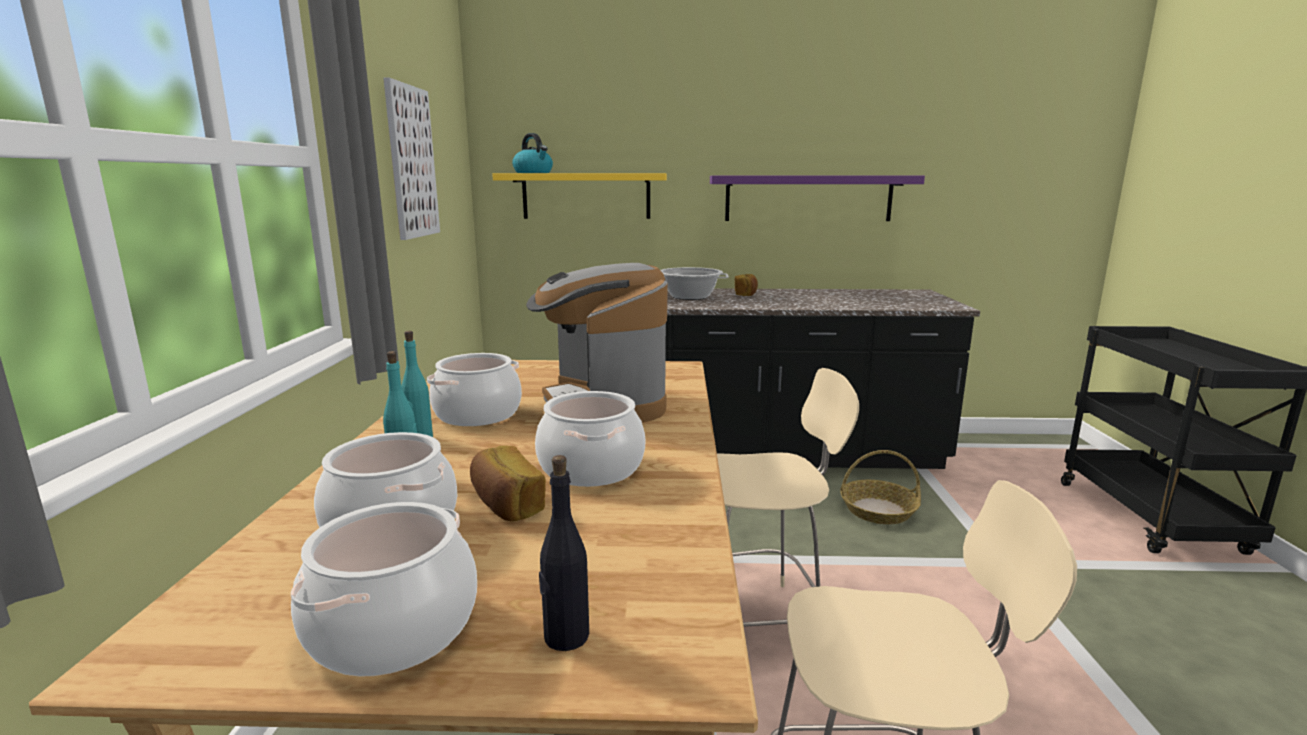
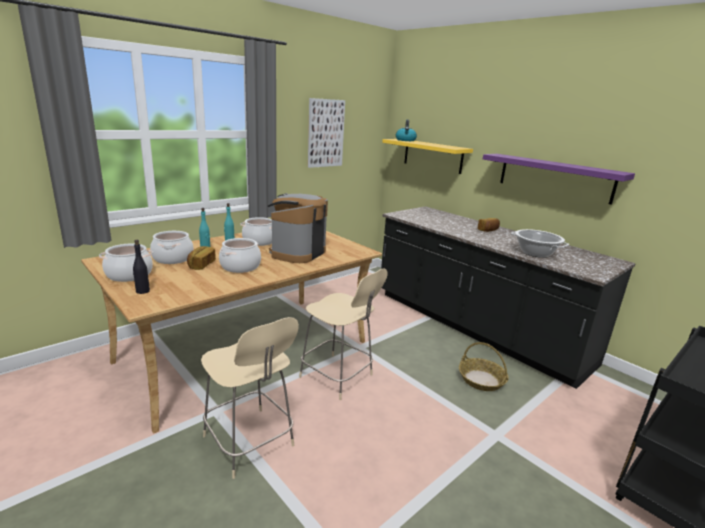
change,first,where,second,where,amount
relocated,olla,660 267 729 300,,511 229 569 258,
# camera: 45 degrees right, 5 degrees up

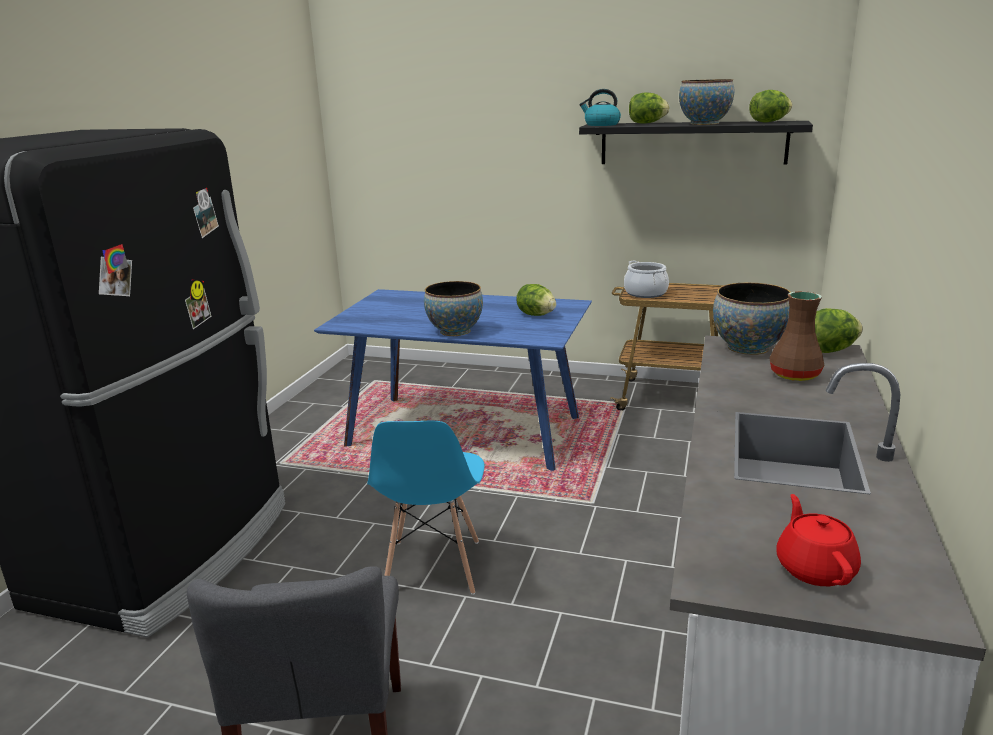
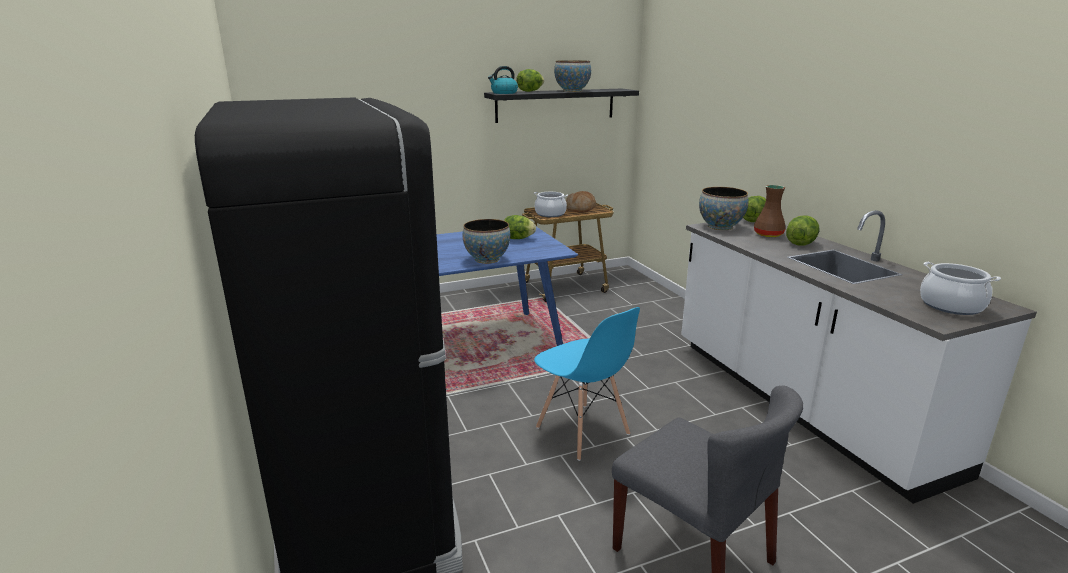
change,first,where,second,where,amount
appeared,,,pan,566 191 596 213,
relocated,lechuga,749 90 792 123,,786 215 819 245,
exchanged,tetera [rojo],777 494 861 586,olla,920 262 1001 315,
# camera: 40 degrees left, 0 degrees up

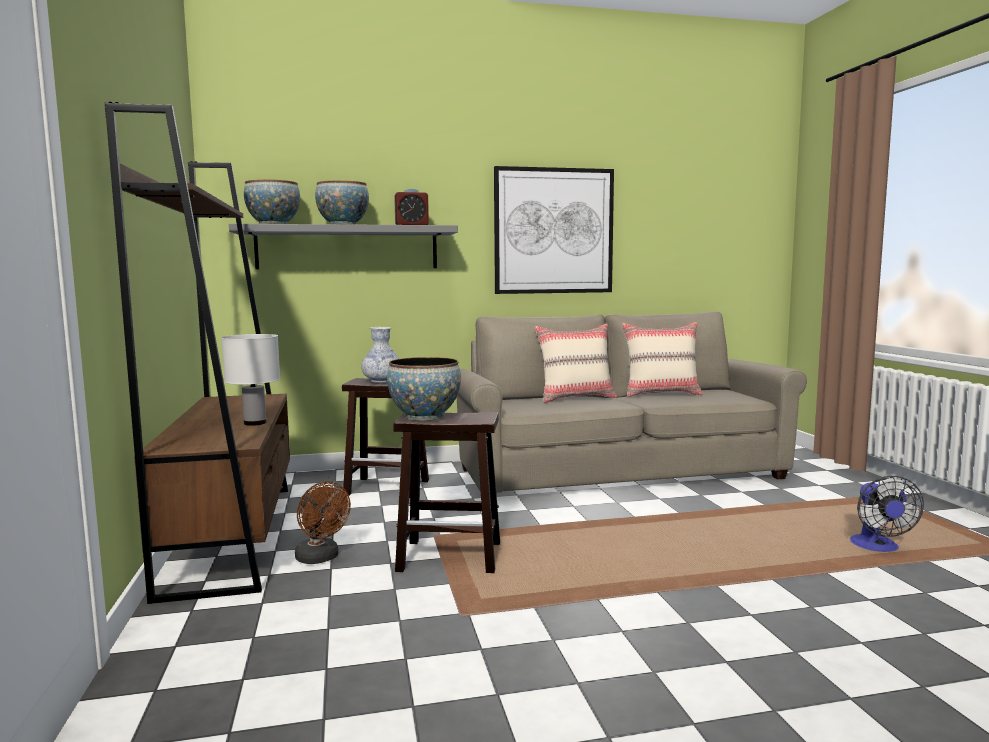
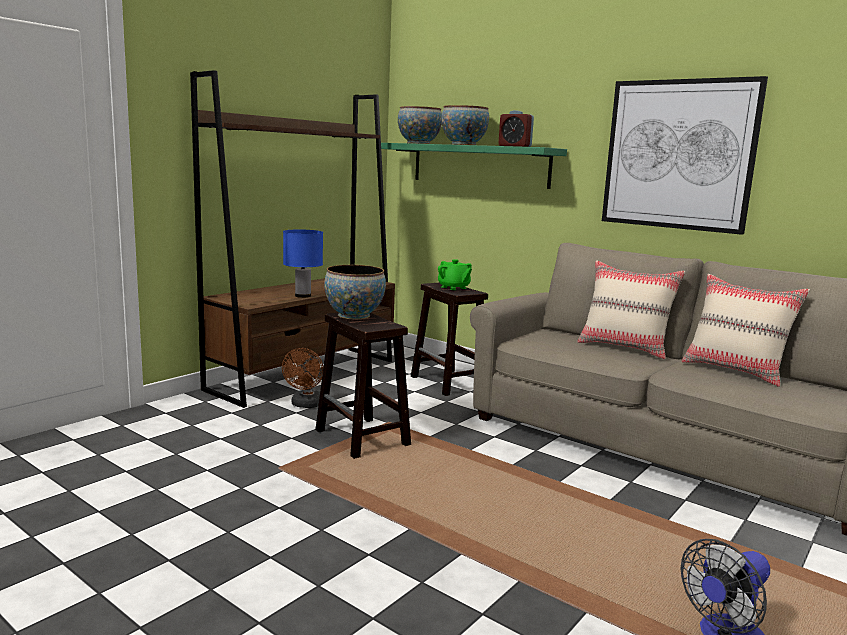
change,first,where,second,where,amount
exchanged,florero,361 327 400 383,tetera [verde],438 259 472 290,
colour,lámpara de mesa [blanco],221 334 280 426,lámpara de mesa [azul],283 229 323 298,
colour,estante [gris],229 224 458 269,estante [verde],381 143 567 189,
# camera: 50 degrees right, 5 degrees up

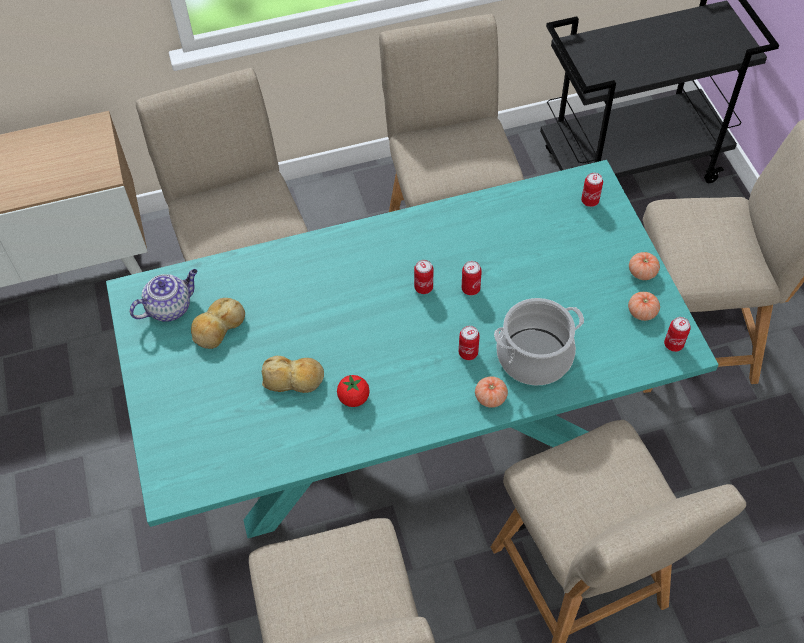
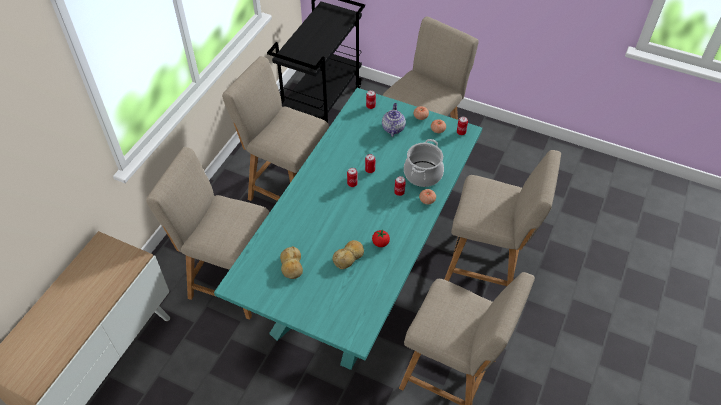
change,first,where,second,where,amount
relocated,tetera,130 269 198 322,,382 103 406 137,
# camera: 50 degrees left, 5 degrees down

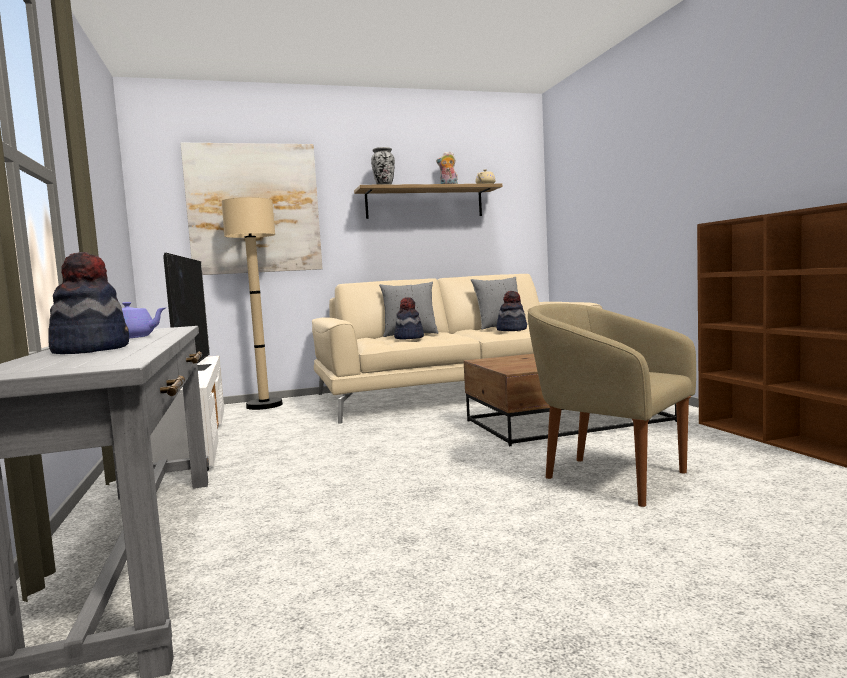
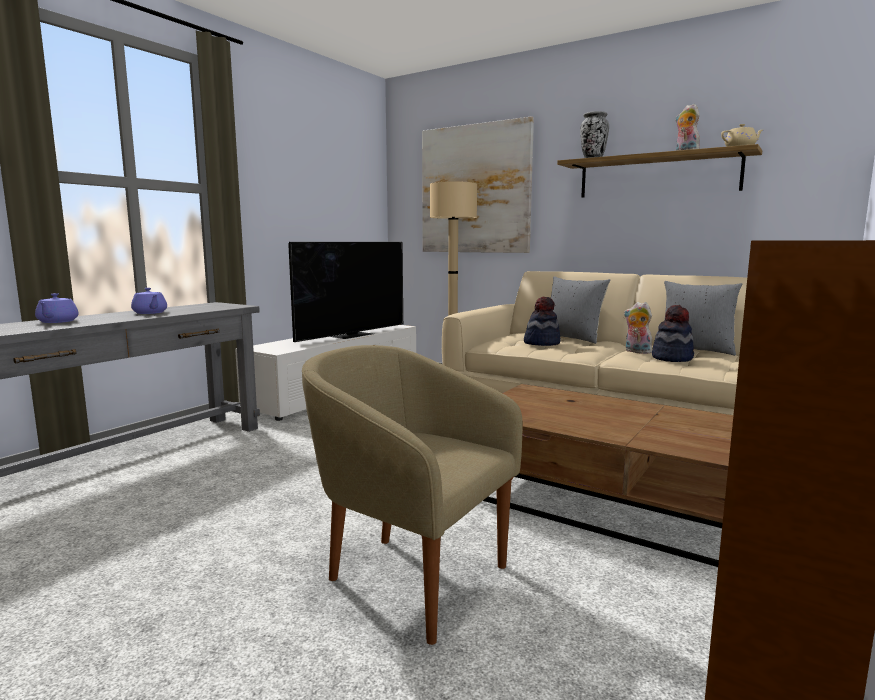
change,first,where,second,where,amount
appeared,,,peluche,624 302 652 354,
exchanged,sombrero,48 252 129 354,tetera [morado],35 293 79 323,
spun,sillón [beis],528 303 696 507,,302 345 523 645,60 degrees counterclockwise
# camera: 50 degrees right, 5 degrees up

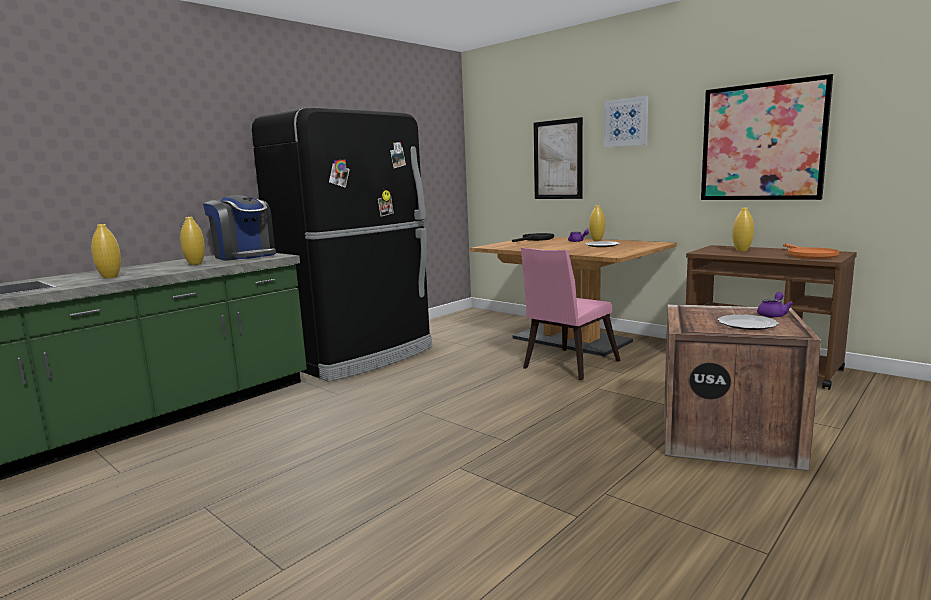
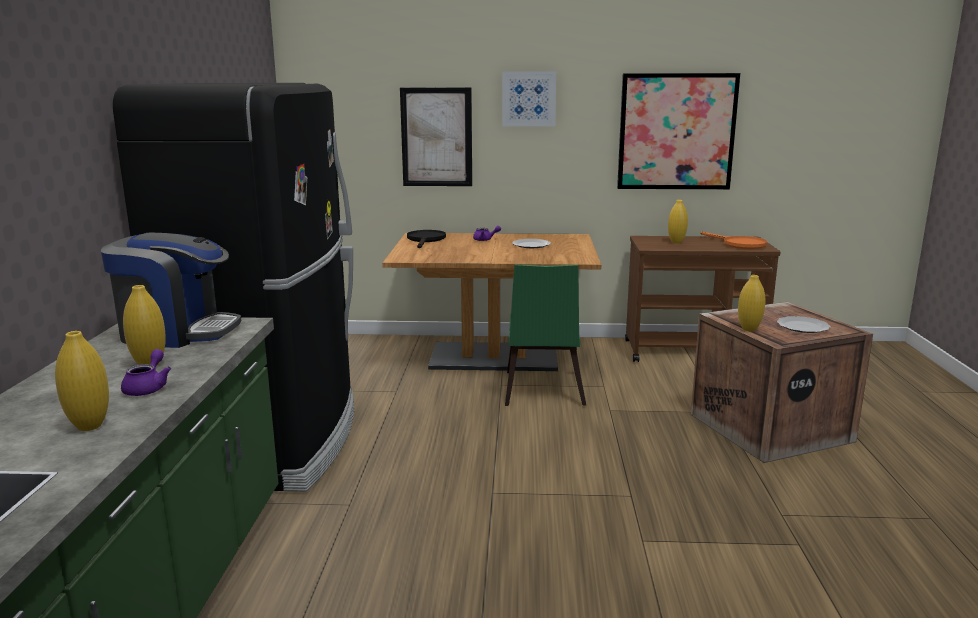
change,first,where,second,where,amount
relocated,florero [amarillo],589 205 605 241,,738 275 766 331,
relocated,tetera [morado],757 292 794 317,,121 349 171 396,
colour,silla [rosa],521 248 621 380,silla [verde],505 264 586 406,
# camera: 40 degrees left, 5 degrees up

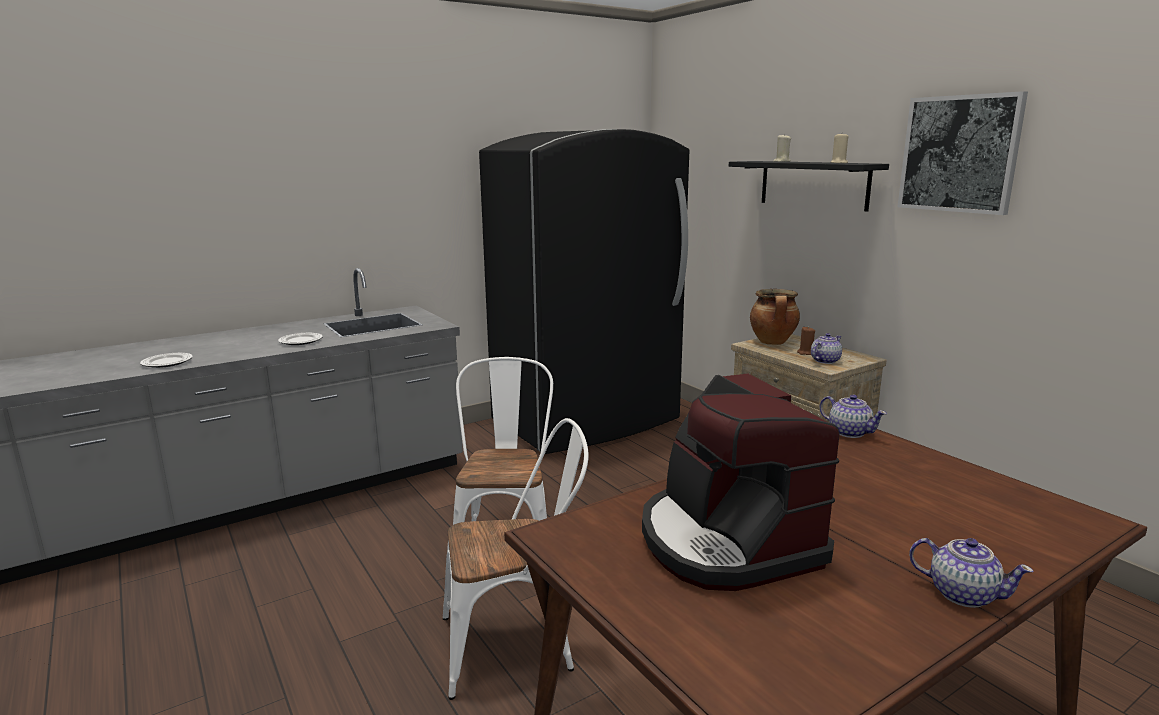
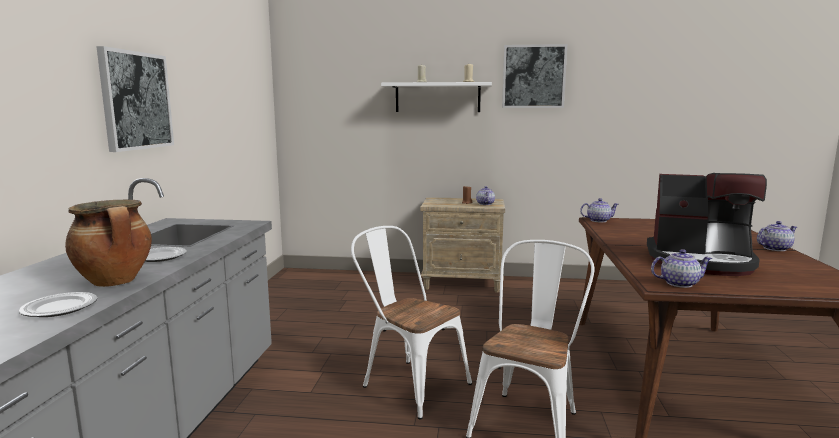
change,first,where,second,where,amount
missing,nevera [negro],479 129 689 454,,,
appeared,,,cuadro,96 46 174 152,
appeared,,,tetera,651 249 712 288,
relocated,olla,750 289 800 345,,65 200 152 287,
colour,estante [negro],729 161 889 212,estante [blanco],381 82 492 112,
# camera: 50 degrees left, 5 degrees down

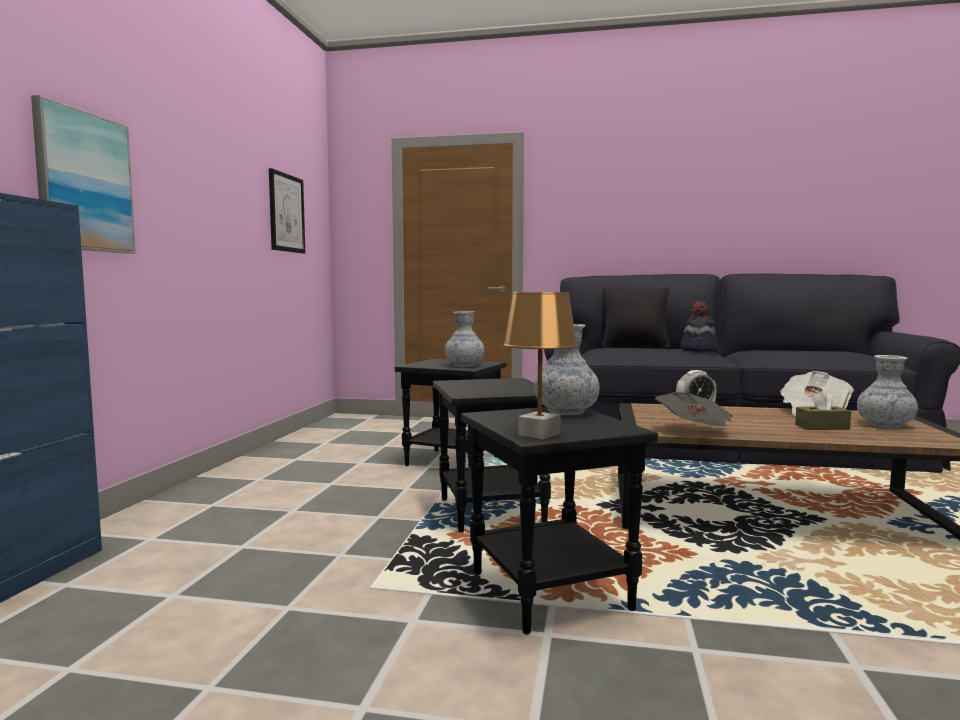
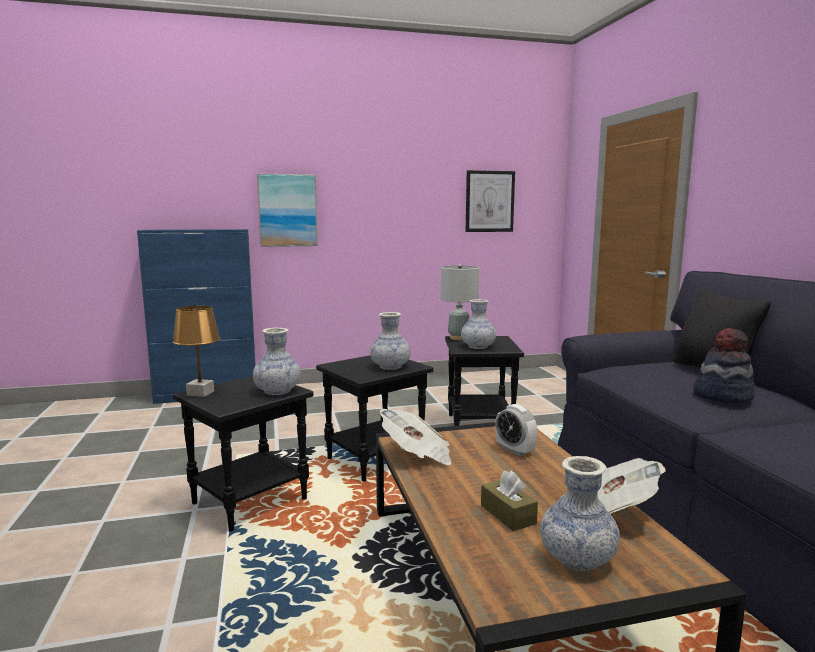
change,first,where,second,where,amount
appeared,,,florero,370 312 410 370,
appeared,,,lámpara de mesa [gris],441 264 479 340,
# camera: 65 degrees right, 5 degrees up

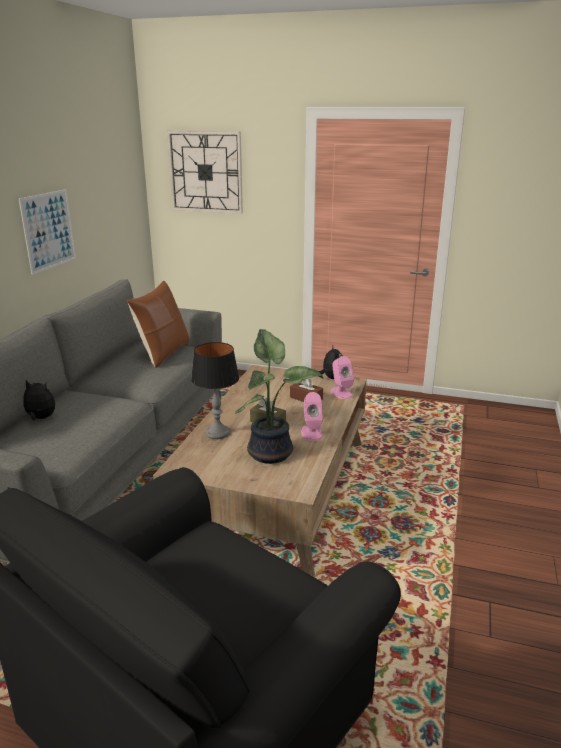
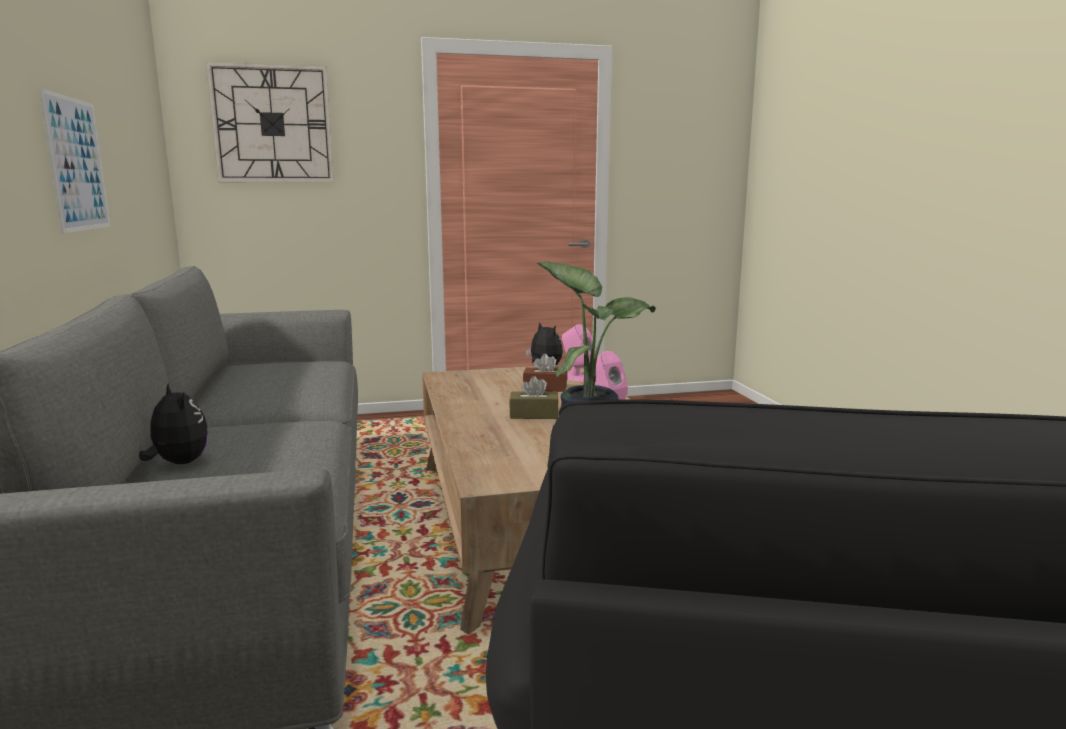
change,first,where,second,where,amount
missing,cojín [marrón],127 280 189 368,,,
missing,lámpara de mesa,191 342 239 439,,,
spun,peluche,23 380 55 420,,139 383 209 464,60 degrees clockwise
# camera: 30 degrees left, 10 degrees down

